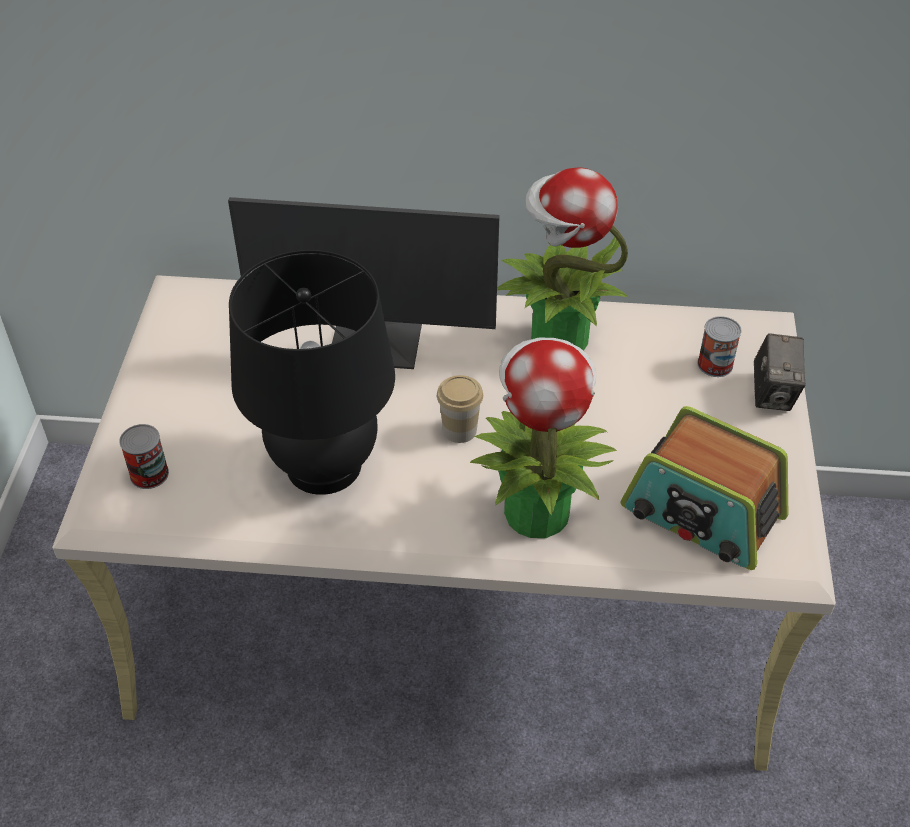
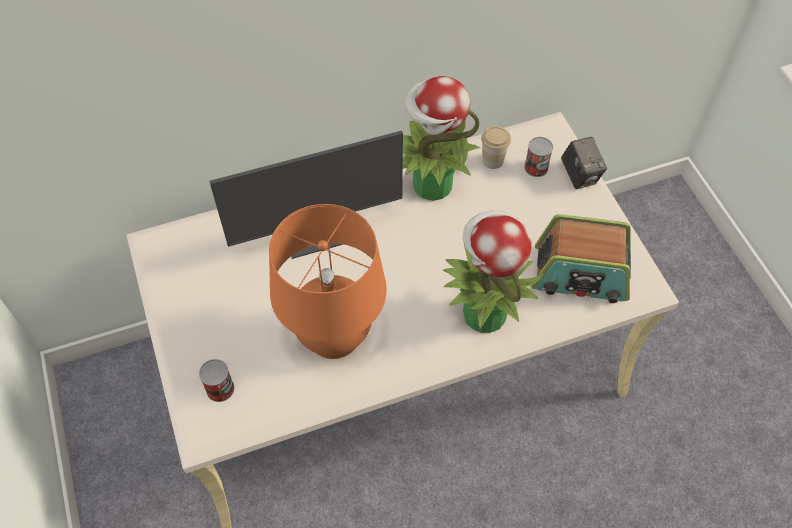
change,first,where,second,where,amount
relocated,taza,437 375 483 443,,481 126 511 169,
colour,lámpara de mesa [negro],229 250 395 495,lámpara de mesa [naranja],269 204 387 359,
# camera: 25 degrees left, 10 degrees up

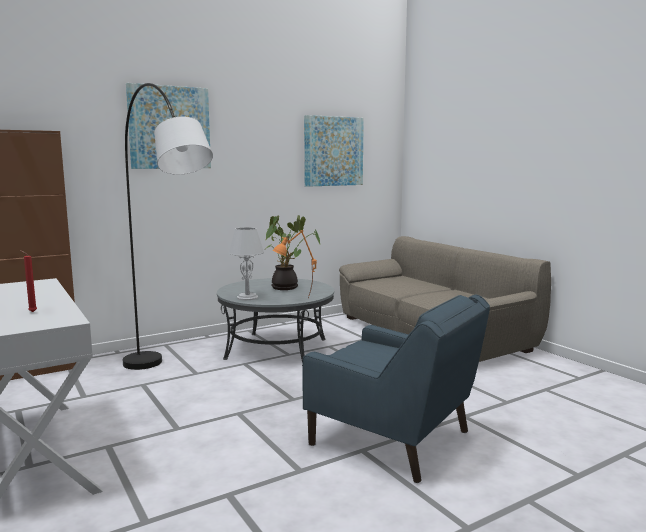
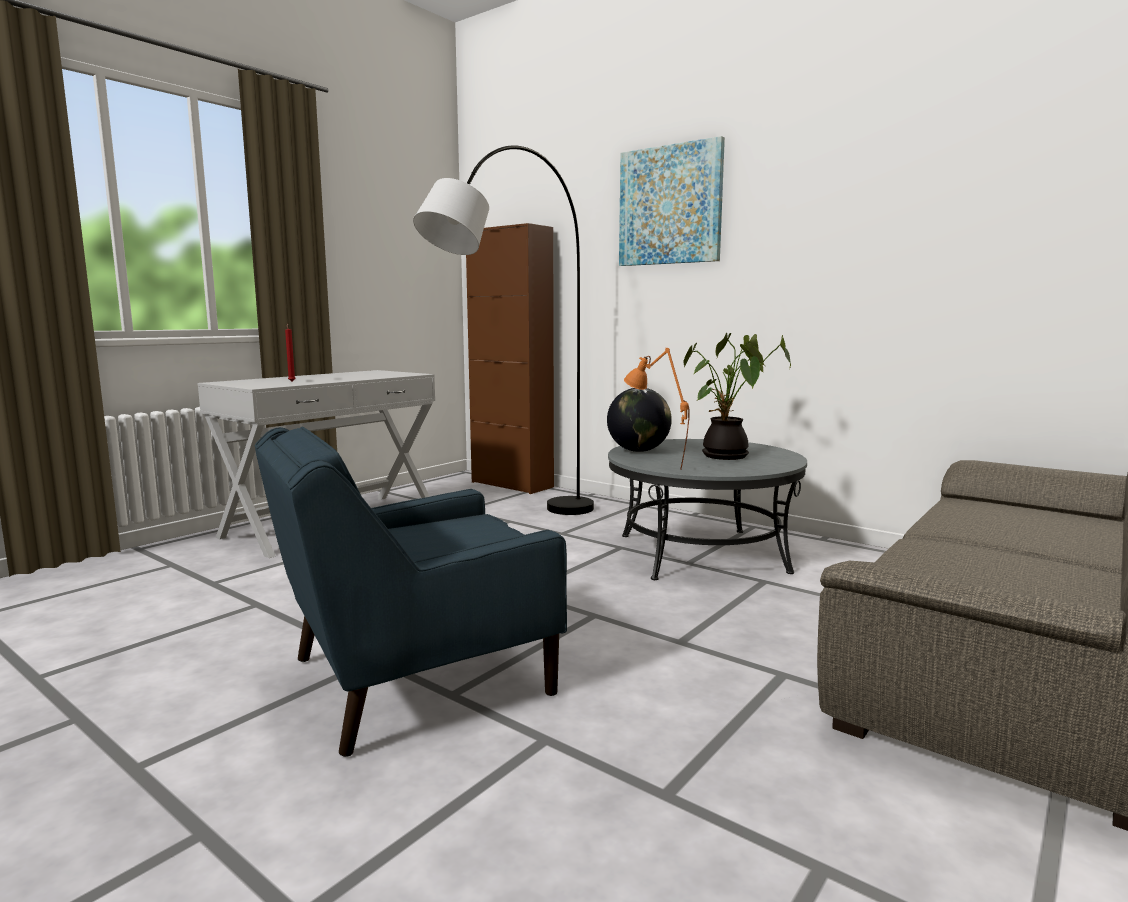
change,first,where,second,where,amount
missing,cuadro,304 115 364 187,,,
exchanged,lámpara de mesa [gris],229 227 264 300,globo terráqueo,607 388 672 452,
spun,sillón [azul],303 295 490 483,,255 427 567 757,45 degrees clockwise
# camera: 70 degrees right, 0 degrees up

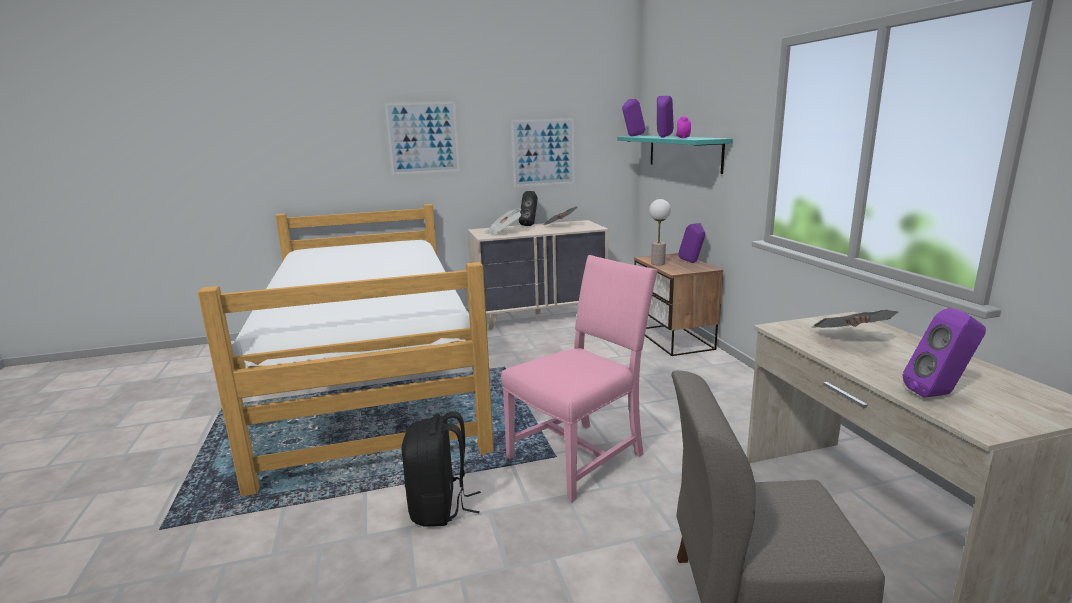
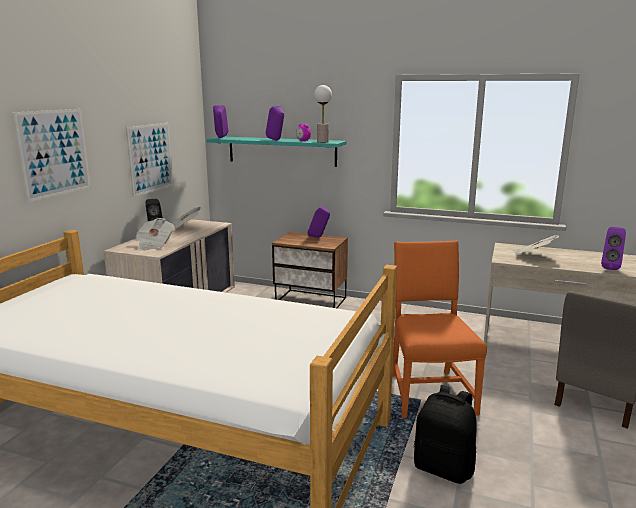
change,first,where,second,where,amount
relocated,lámpara de mesa,649 199 671 265,,314 85 332 143,
colour,silla [rosa],501 255 657 503,silla [naranja],392 241 487 418,
# camera: 55 degrees left, 0 degrees up

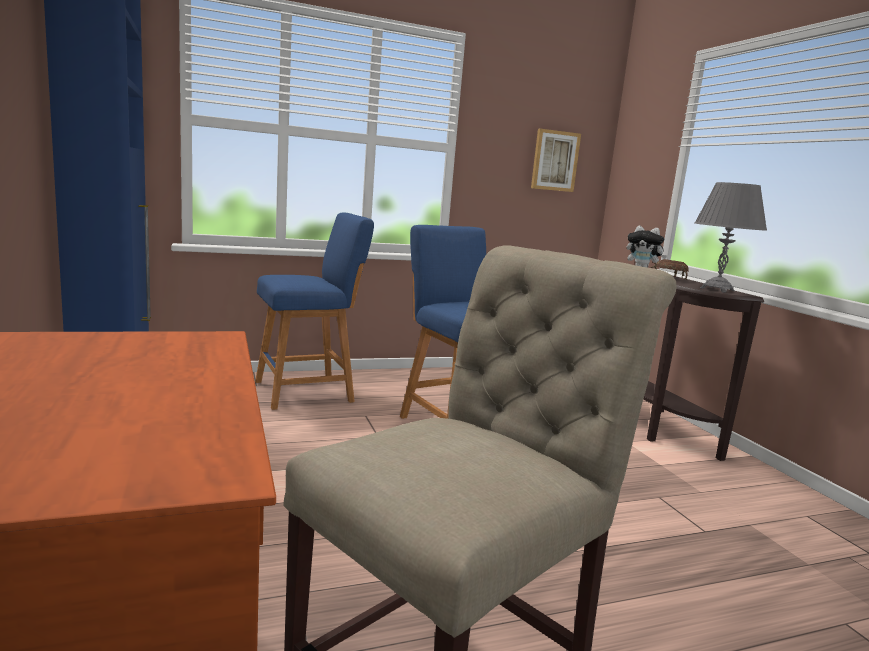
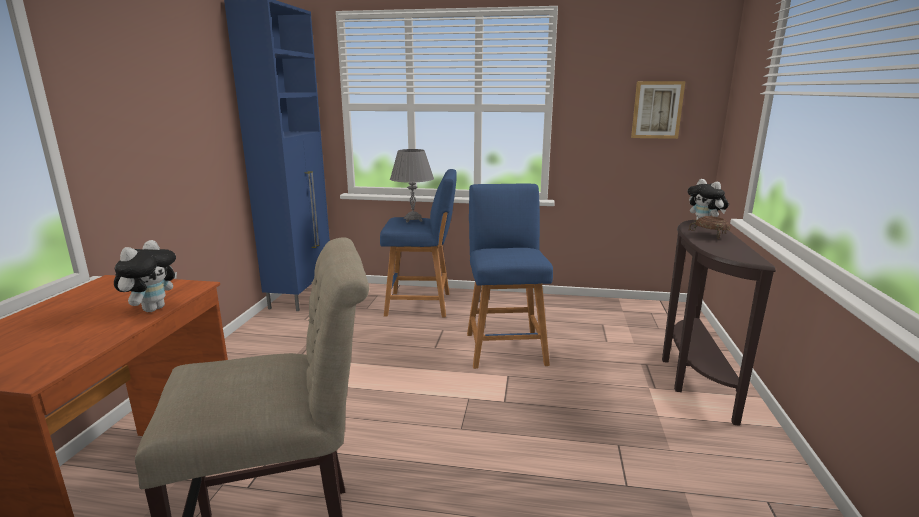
change,first,where,second,where,amount
appeared,,,peluche,114 240 177 312,
relocated,lámpara de mesa [gris],695 182 767 293,,390 149 434 223,
# camera: 30 degrees right, 5 degrees up

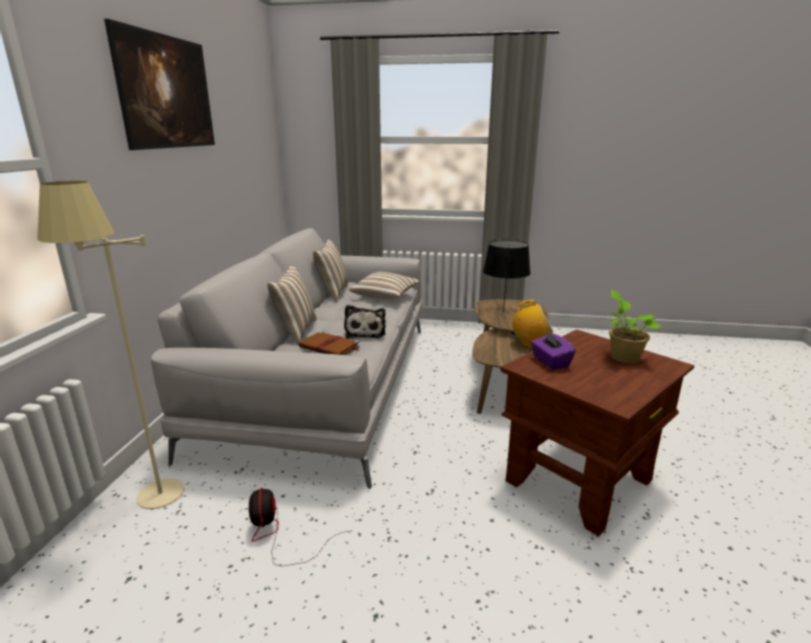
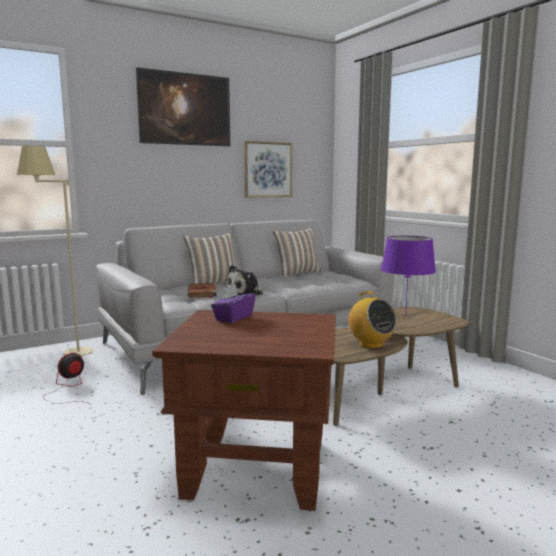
change,first,where,second,where,amount
missing,cojín,349 272 420 299,,,
missing,planta en maceta,609 290 662 364,,,
appeared,,,cuadro,244 141 293 198,
colour,lámpara de mesa [negro],483 240 531 312,lámpara de mesa [morado],381 236 436 317,
# camera: 50 degrees right, 10 degrees down

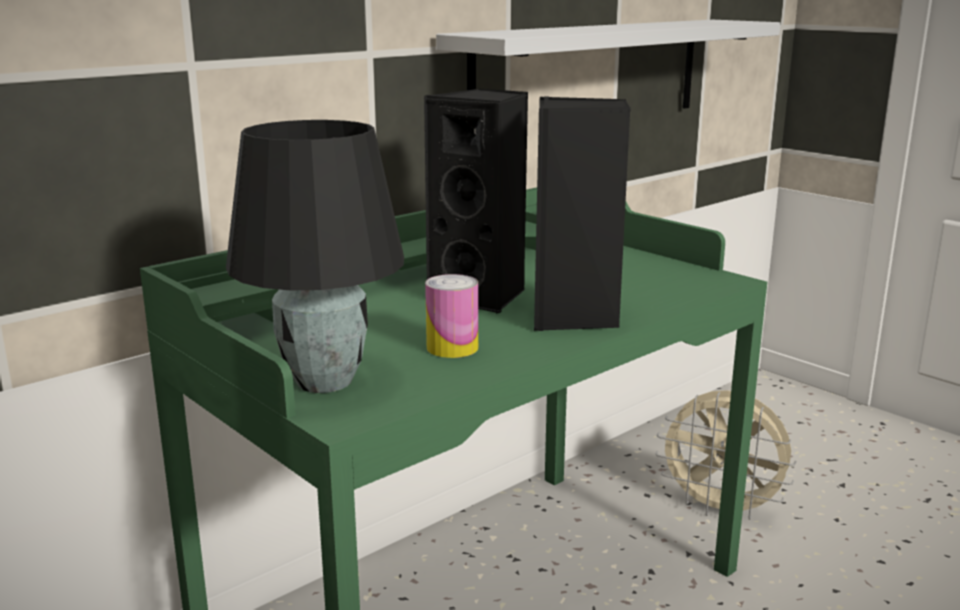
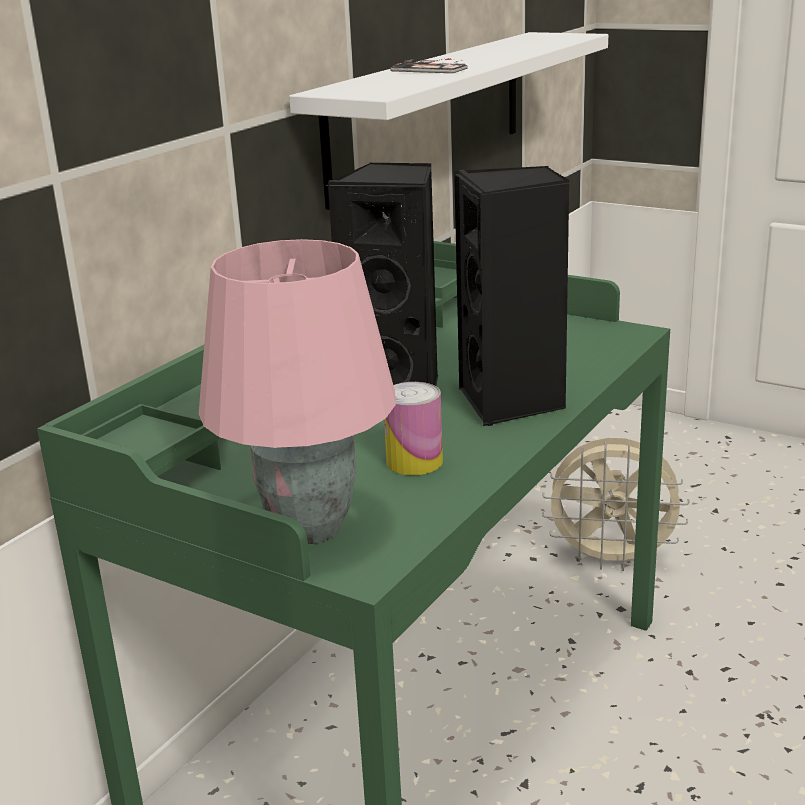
change,first,where,second,where,amount
appeared,,,móvil,390 58 468 73,
colour,lámpara de mesa [negro],226 120 404 393,lámpara de mesa [rosa],199 239 396 544,
# camera: 15 degrees left, 5 degrees up

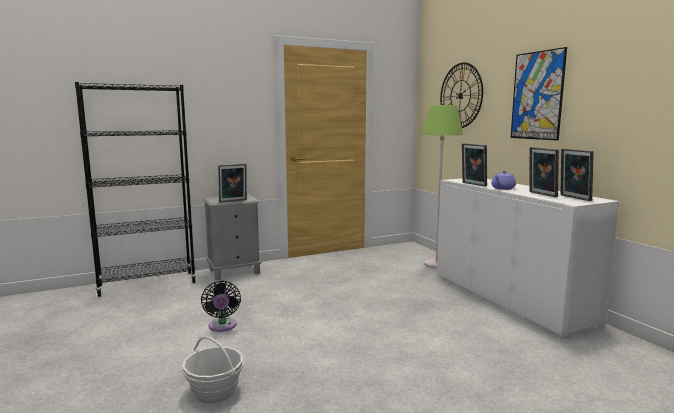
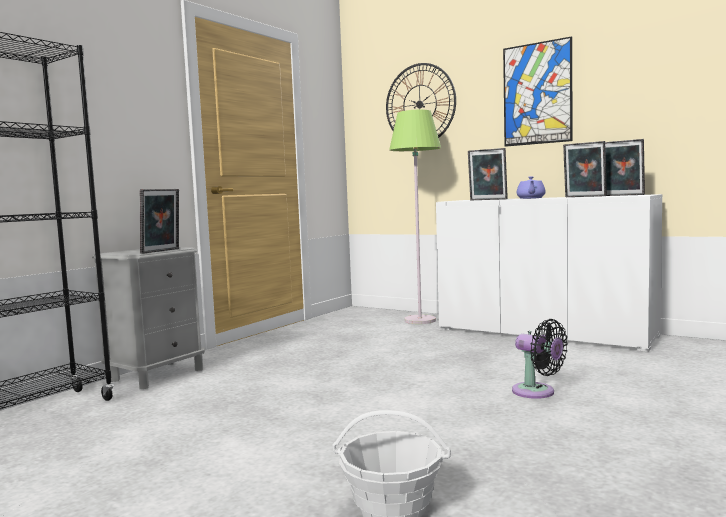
change,first,where,second,where,amount
relocated,ventilador [negro],201 281 241 332,,512 319 568 399,
# camera: 30 degrees left, 5 degrees down

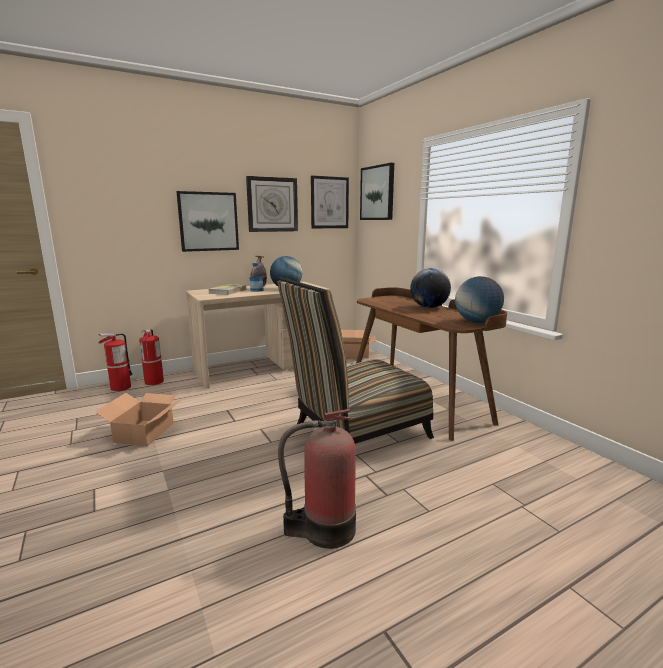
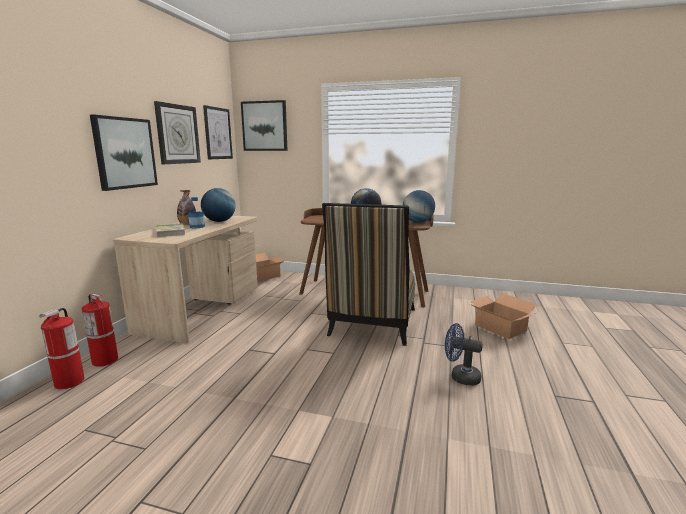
change,first,where,second,where,amount
relocated,caja de cartón,95 393 184 446,,470 293 538 339,
exchanged,extintor,278 409 356 549,ventilador [azul],445 323 483 386,
# camera: 45 degrees left, 0 degrees up

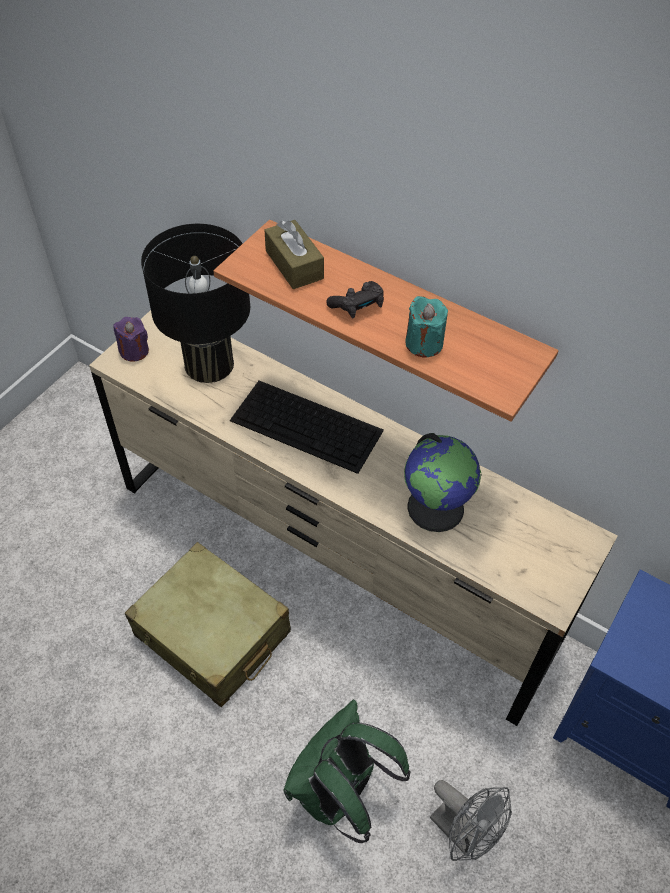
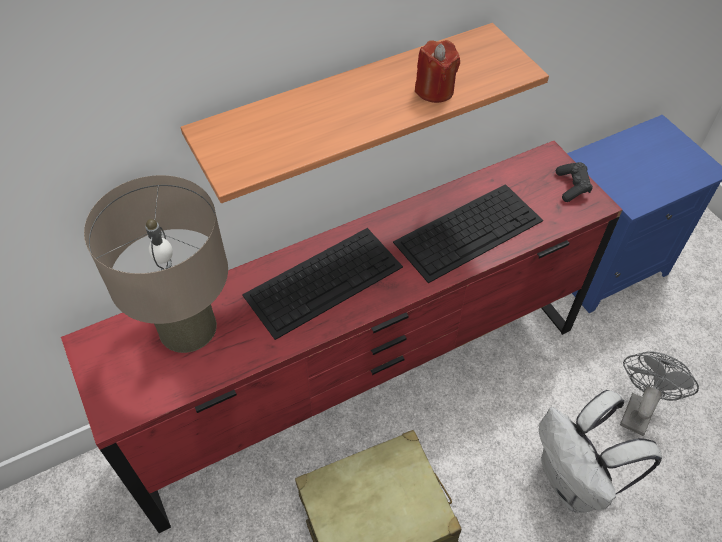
change,first,where,second,where,amount
missing,vela [morado],113 317 149 362,,,
missing,caja de pañuelos [marrón],264 220 324 289,,,
relocated,mando de consola [negro],326 281 384 319,,556 162 593 202,
exchanged,globo terráqueo,404 433 481 532,teclado,393 184 543 283,
colour,cómoda [beis],89 310 618 726,cómoda [rojo],61 141 622 533,
colour,lámpara de mesa [negro],141 224 250 383,lámpara de mesa [beis],84 175 228 353,
colour,mochila [verde],283 699 411 843,mochila [blanco],539 390 662 513,
colour,vela [turquesa],405 296 448 357,vela [rojo],415 40 460 103,
spun,ventilador [gris],430 780 512 861,,620 351 699 436,45 degrees counterclockwise
# camera: 60 degrees left, 0 degrees up

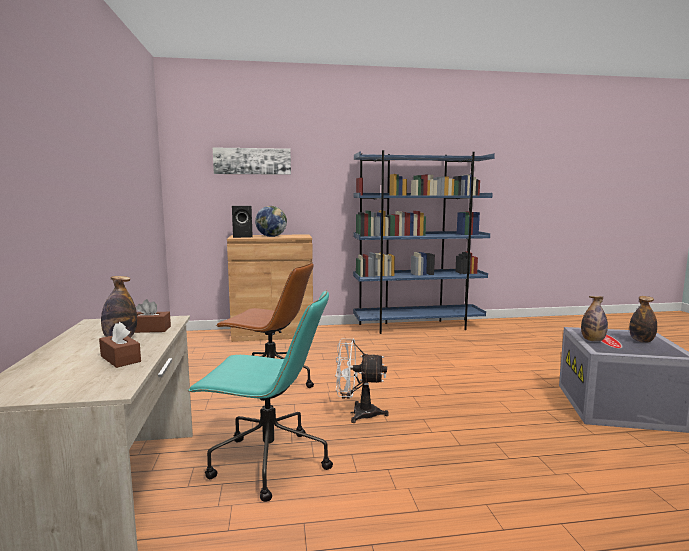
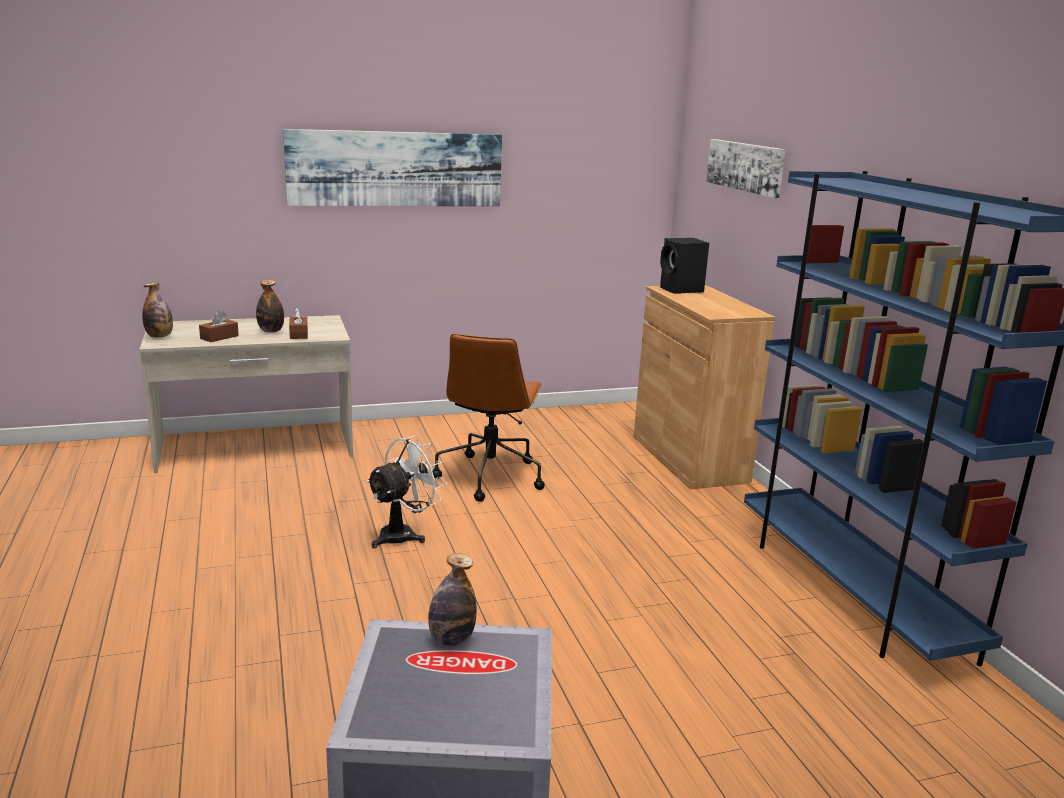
change,first,where,second,where,amount
missing,silla de oficina [turquesa],187 290 333 502,,,
missing,globo terráqueo,255 206 287 237,,,
appeared,,,cuadro,283 129 502 206,
relocated,botella,629 296 657 343,,142 282 173 338,
spun,ventilador [blanco],335 339 389 423,,366 435 447 548,45 degrees clockwise
# camera: 80 degrees right, 10 degrees up

